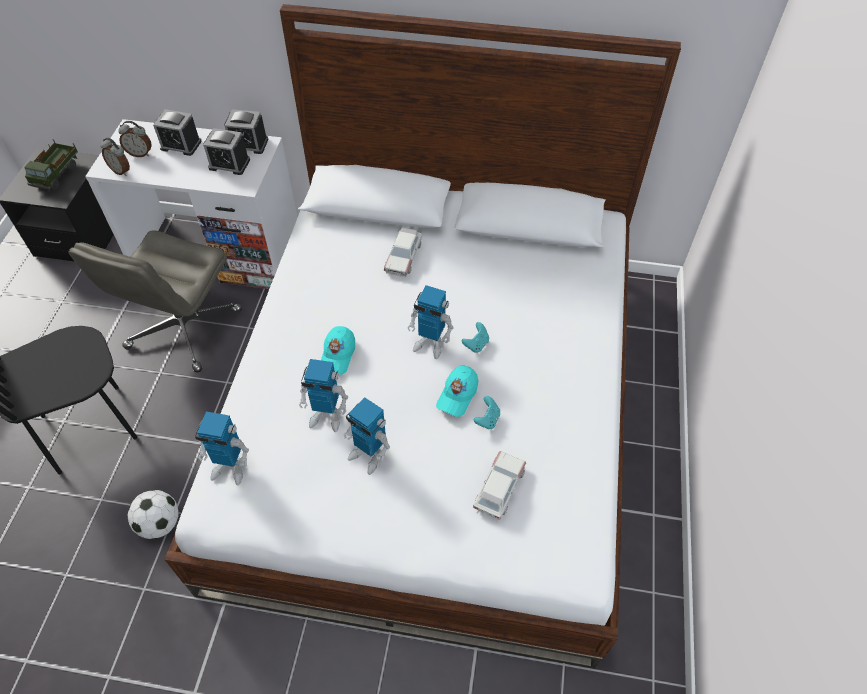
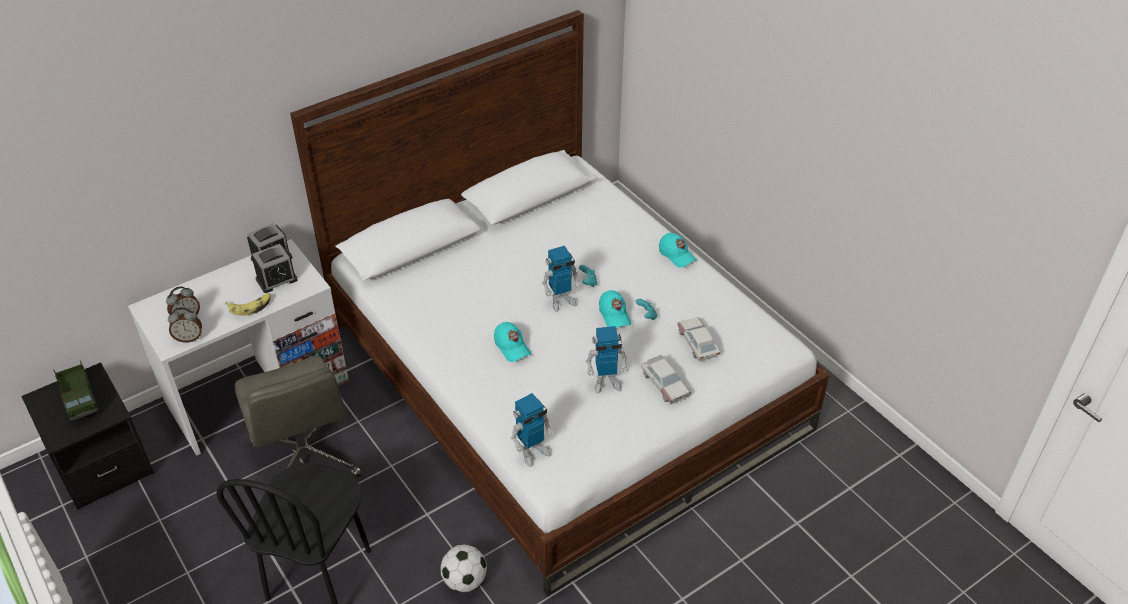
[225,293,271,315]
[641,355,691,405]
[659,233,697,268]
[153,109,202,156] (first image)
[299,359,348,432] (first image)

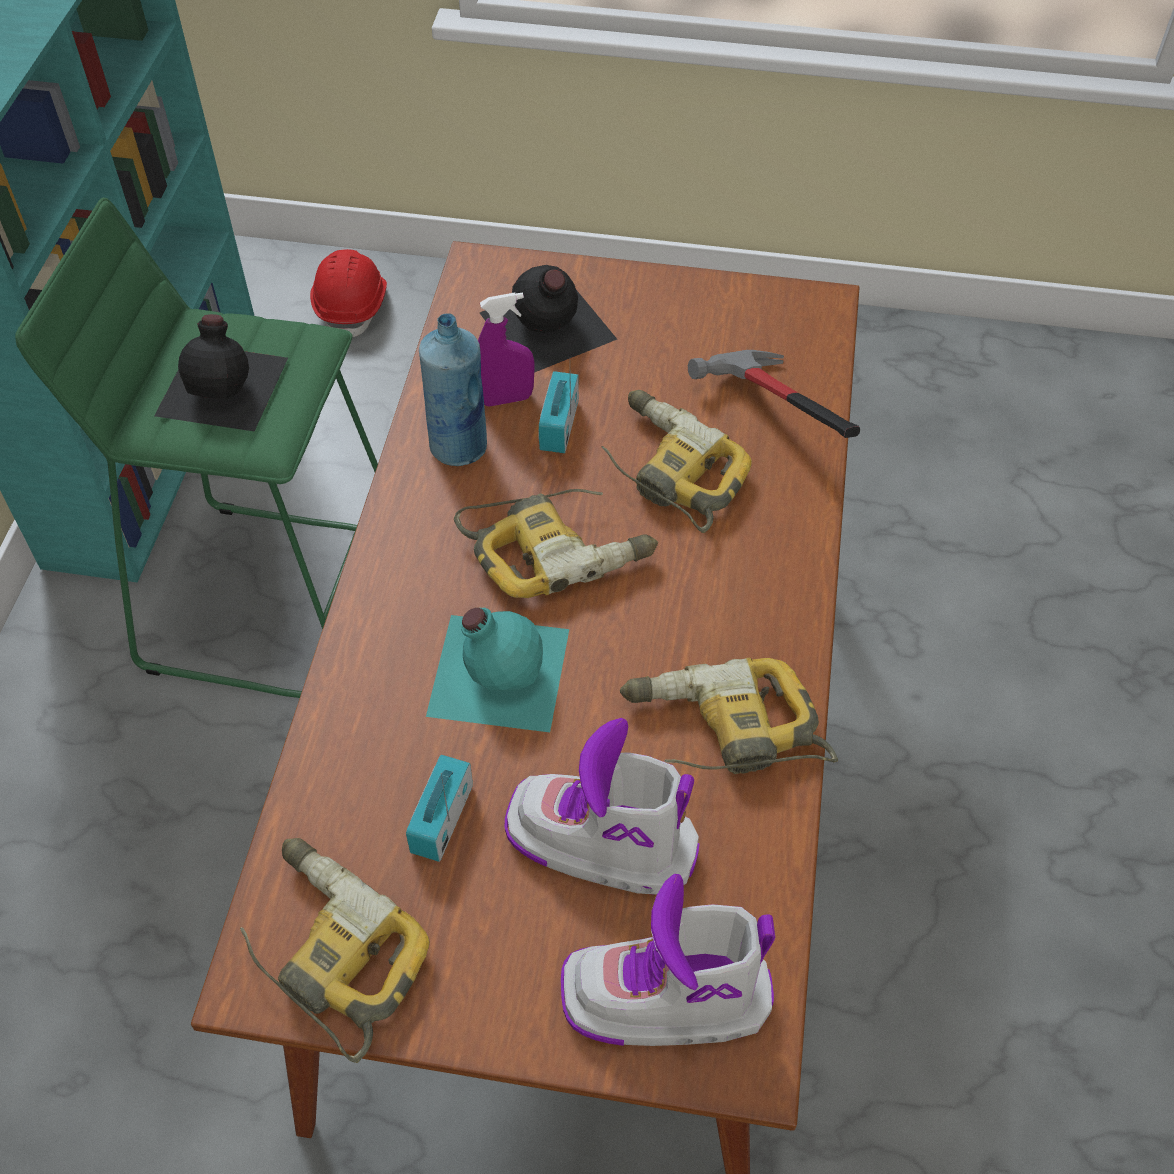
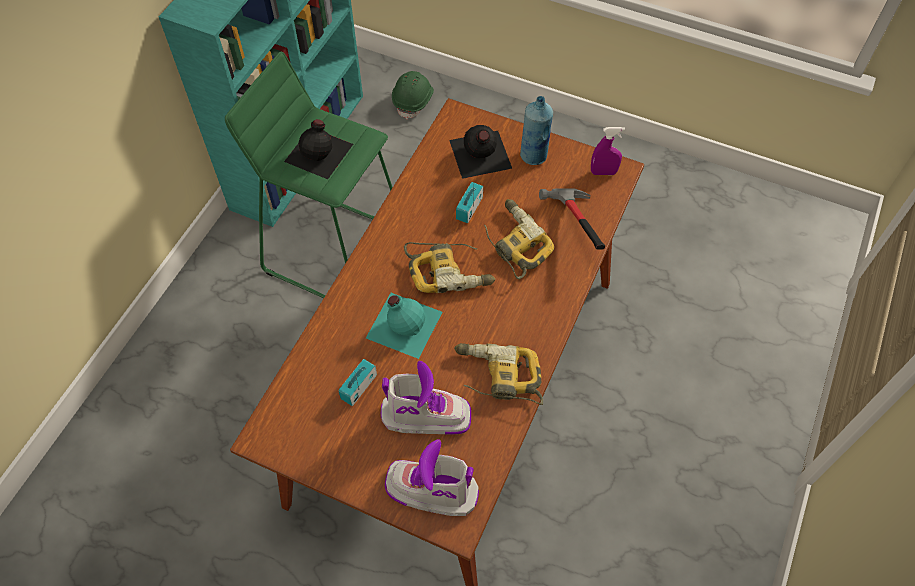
[381,361,471,434]
[392,71,434,120]
[520,96,553,165]
[591,127,625,175]
[240,838,430,1063] (first image)

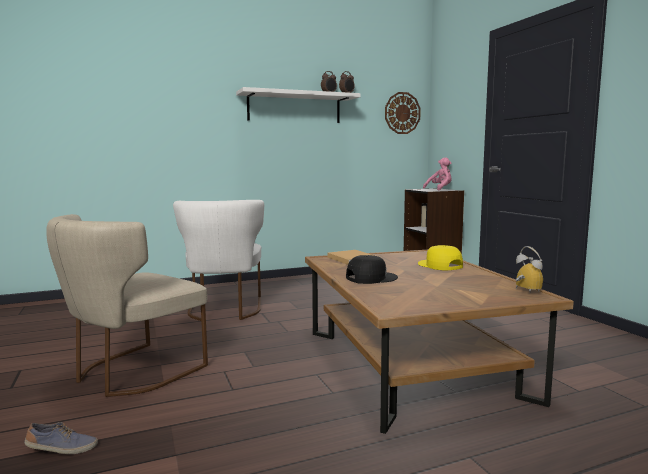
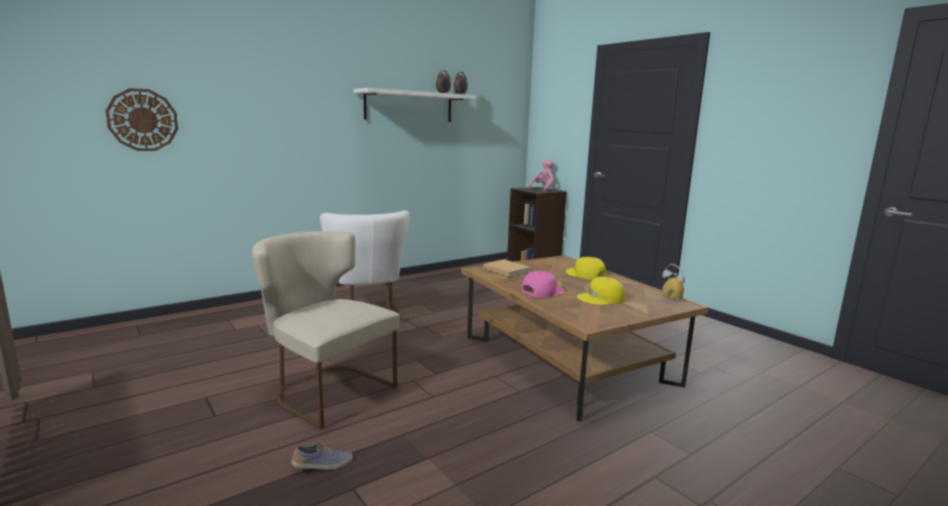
[106,88,178,151]
[252,231,400,429]
[521,271,564,298]
[577,277,625,305]

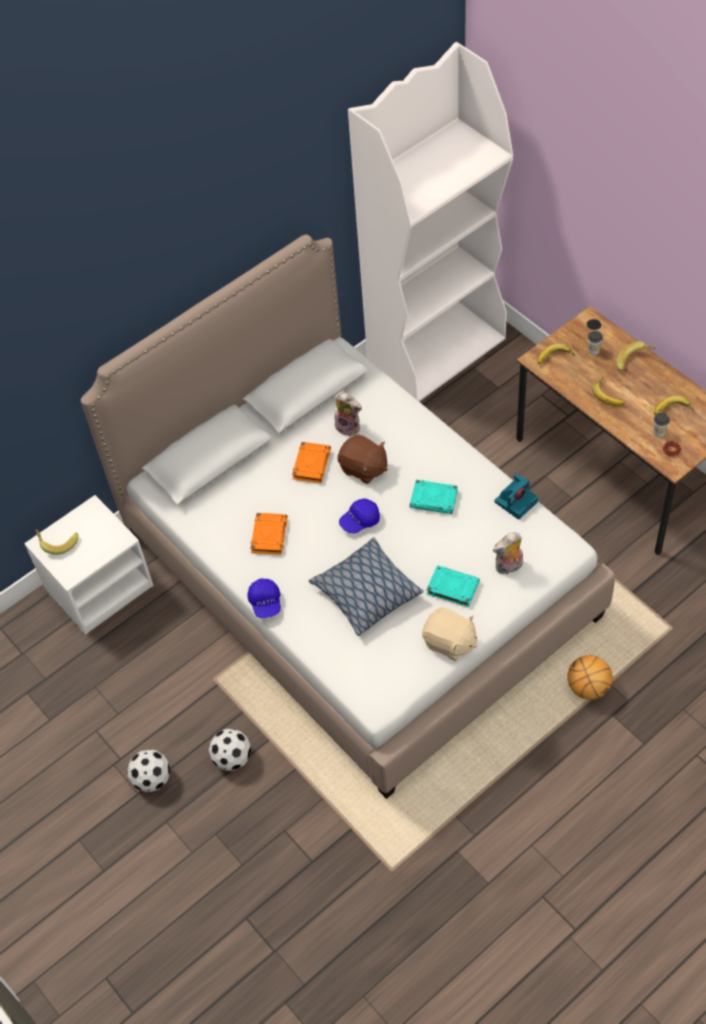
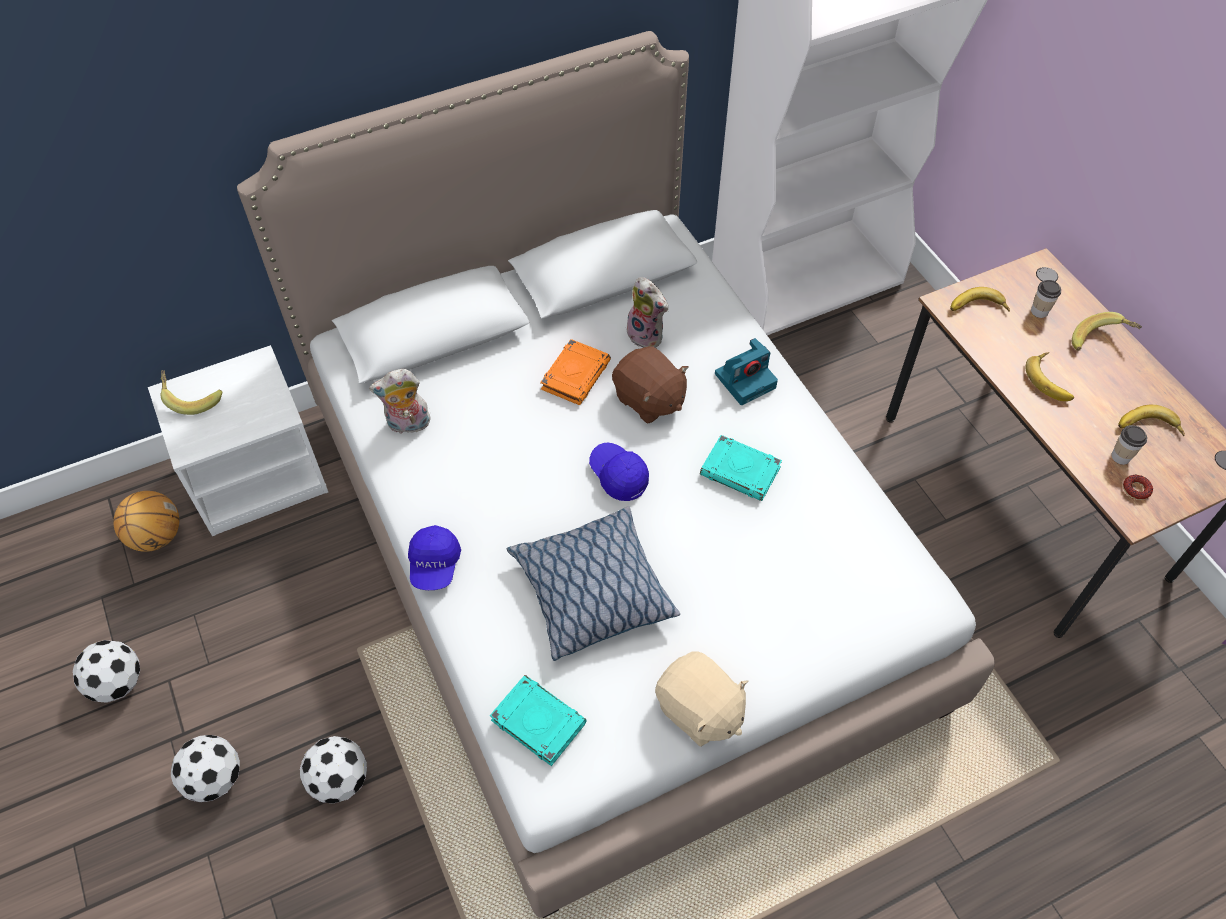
[73,640,140,703]
[113,491,180,552]
[369,369,431,434]
[490,675,587,766]
[589,442,649,501]
[715,338,778,405]
[250,513,288,555] (first image)

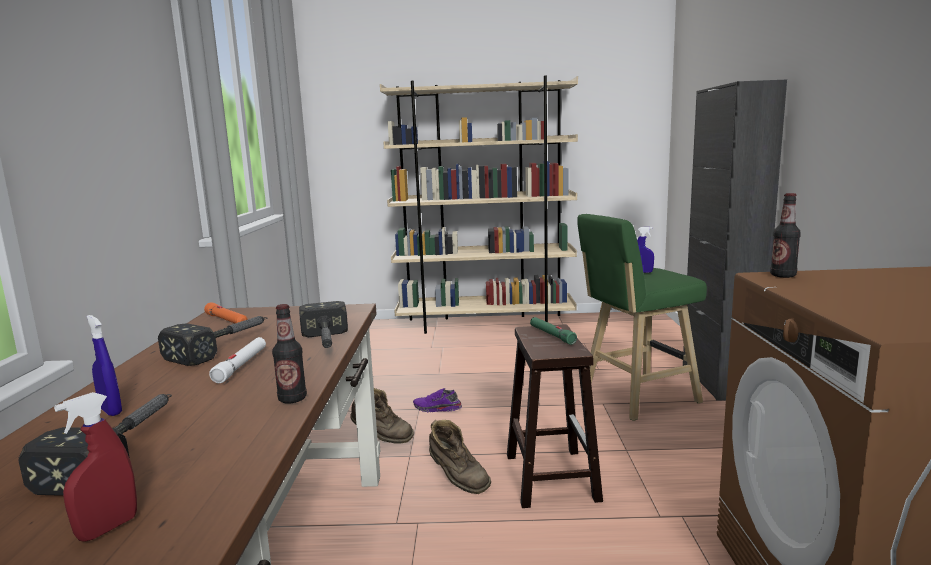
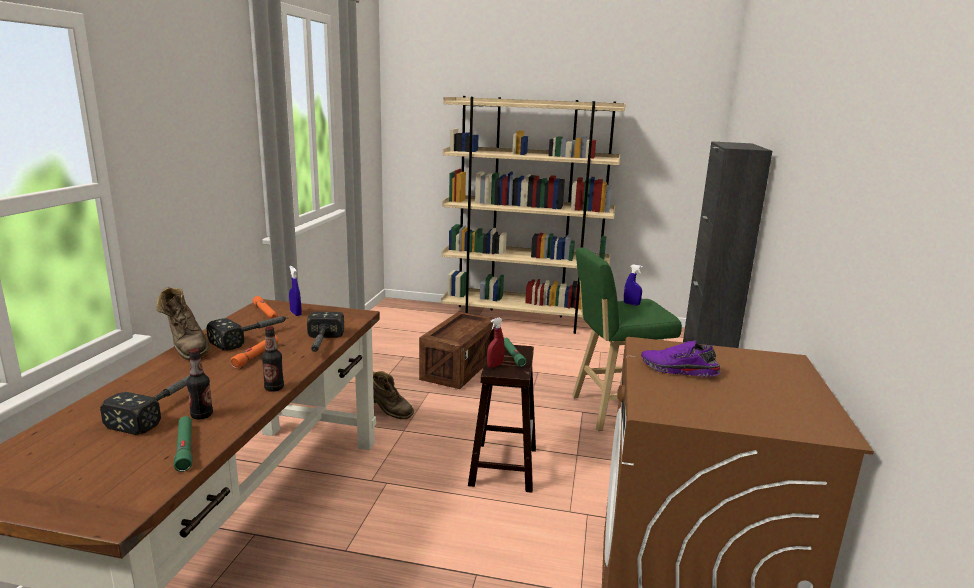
[156,287,210,361]
[174,416,192,472]
[186,348,213,420]
[230,336,278,368]
[289,266,302,316]
[419,311,496,389]
[487,317,505,368]
[641,340,721,377]

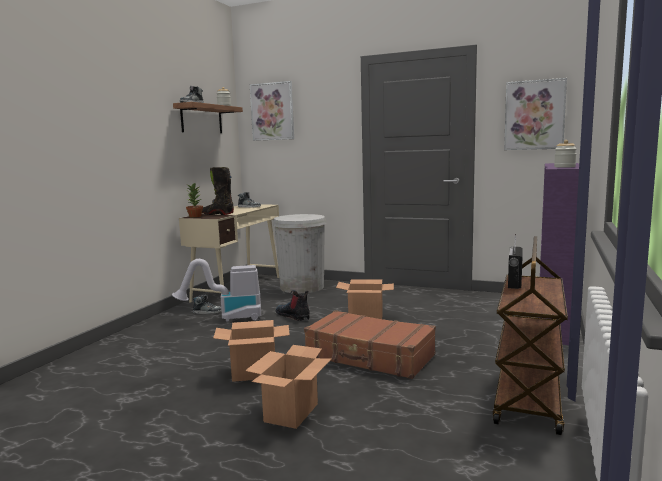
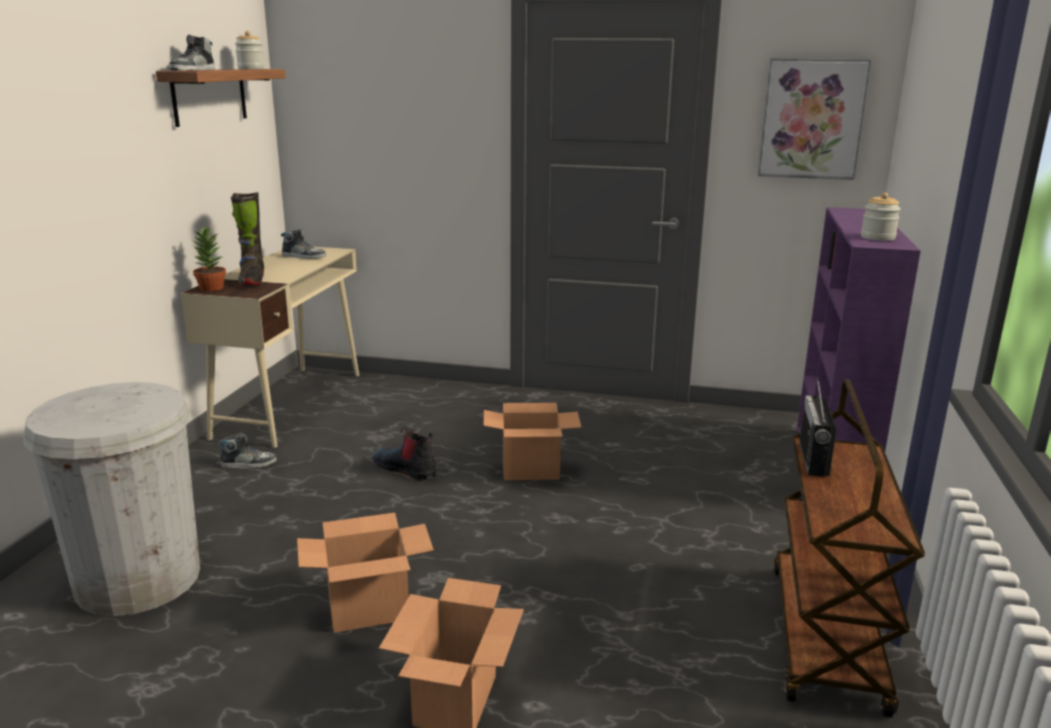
[24,382,200,616]
[231,192,264,285]
[172,259,261,322] (first image)
[250,81,294,141] (first image)
[304,310,436,379] (first image)

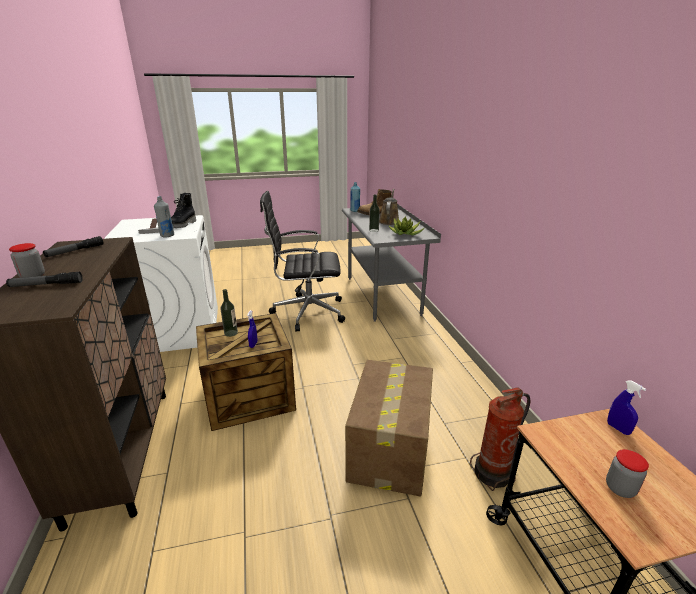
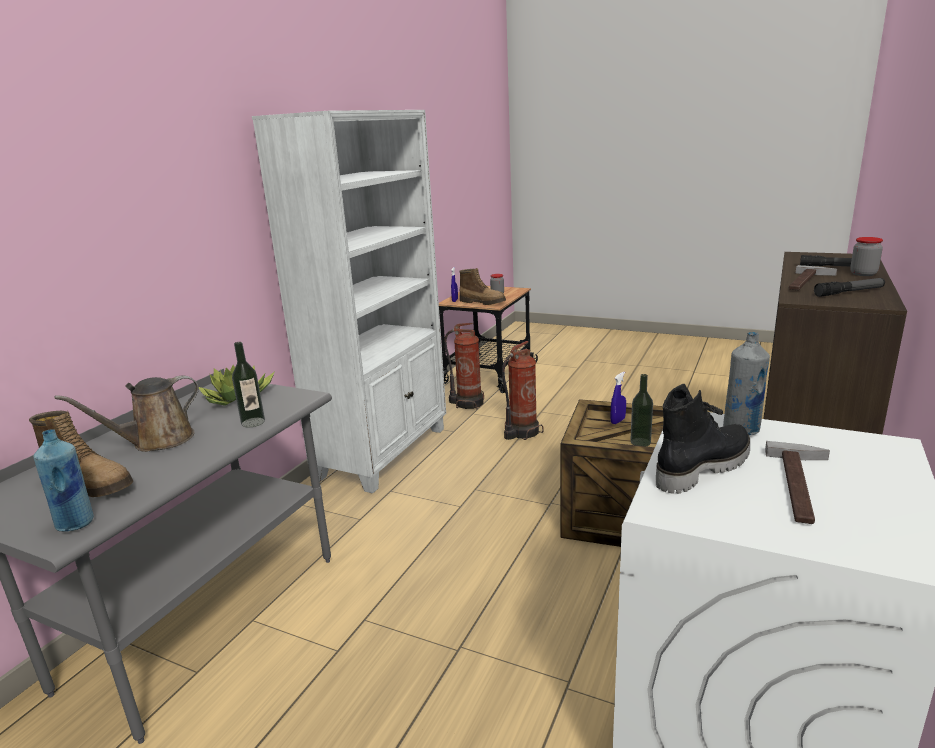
[252,110,446,493]
[459,268,506,305]
[502,341,544,440]
[789,265,837,290]
[260,191,345,331] (first image)

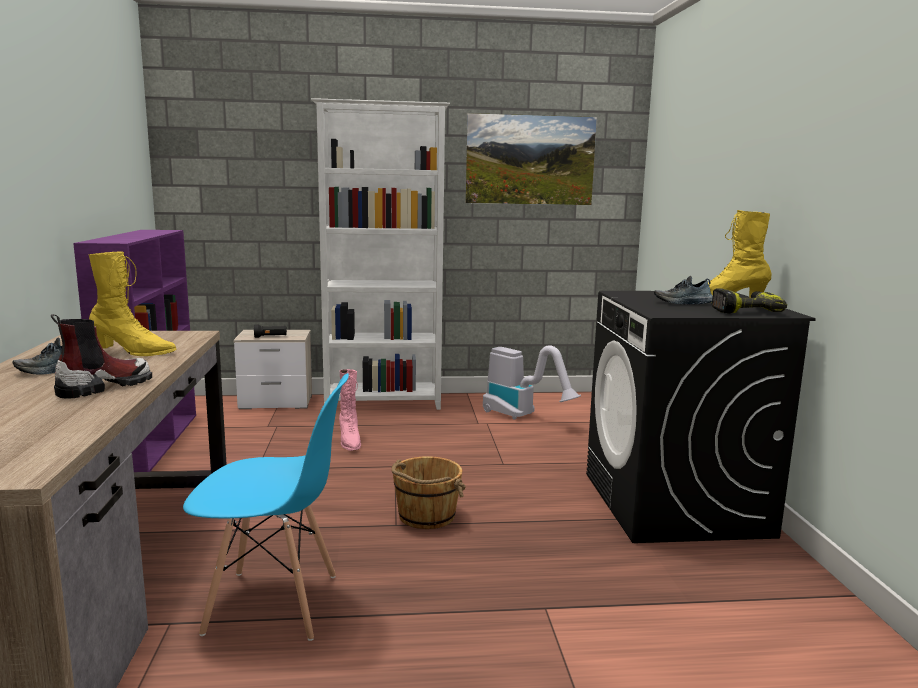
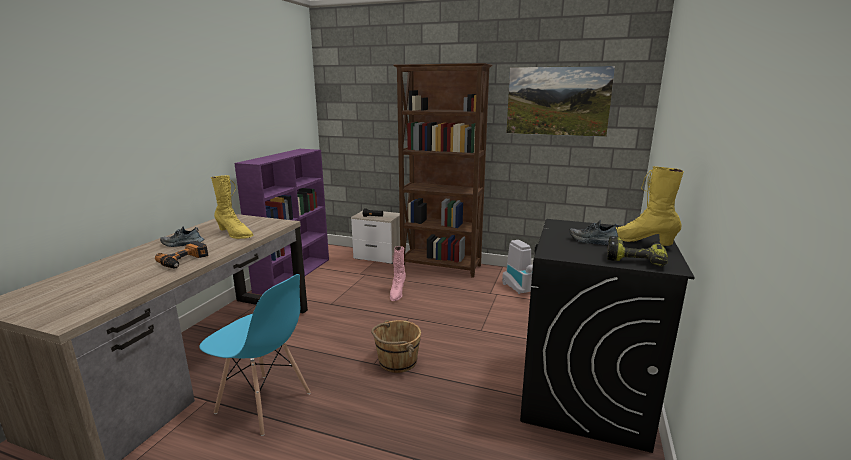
[155,241,208,269]
[393,63,493,278]

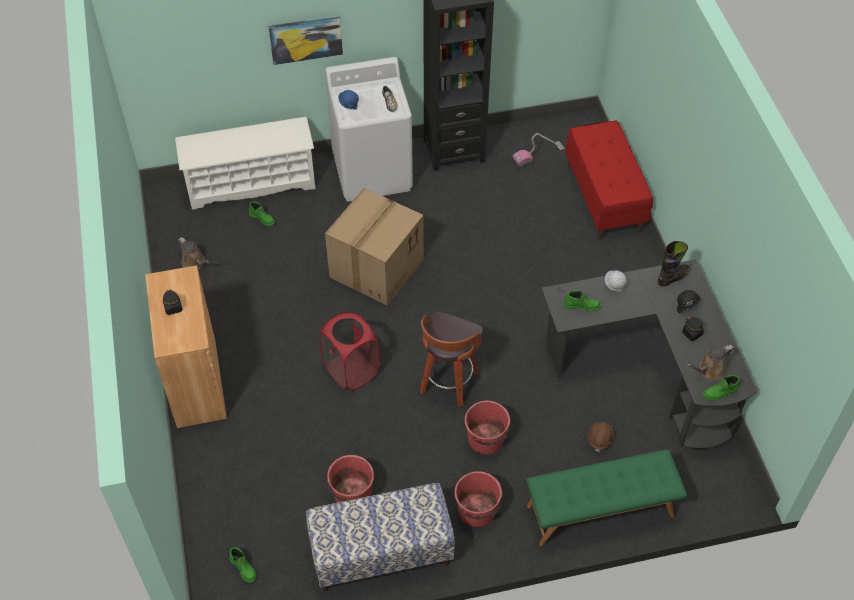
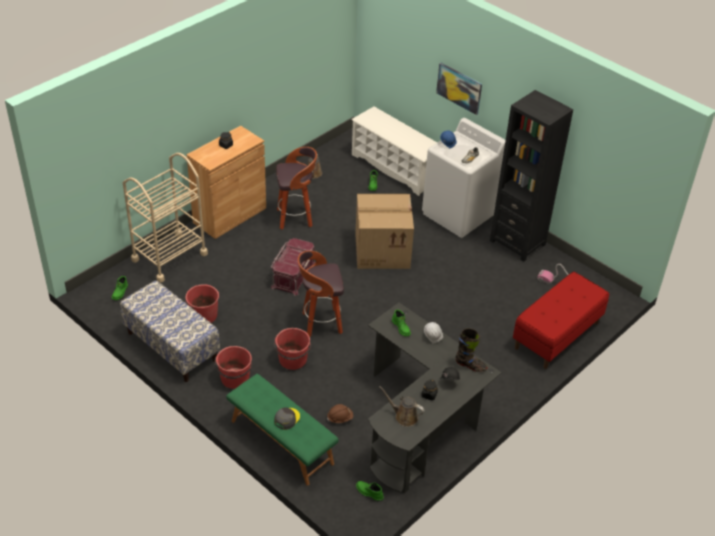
[123,153,208,283]
[271,238,316,296]
[274,407,300,430]
[276,147,317,229]
[356,481,383,502]

